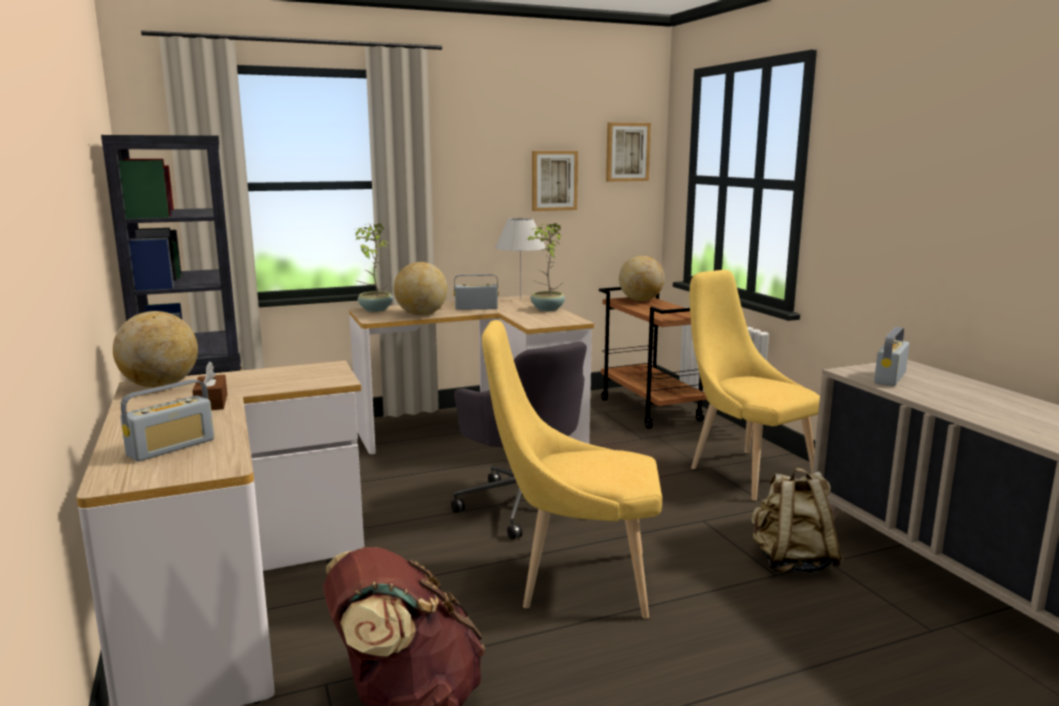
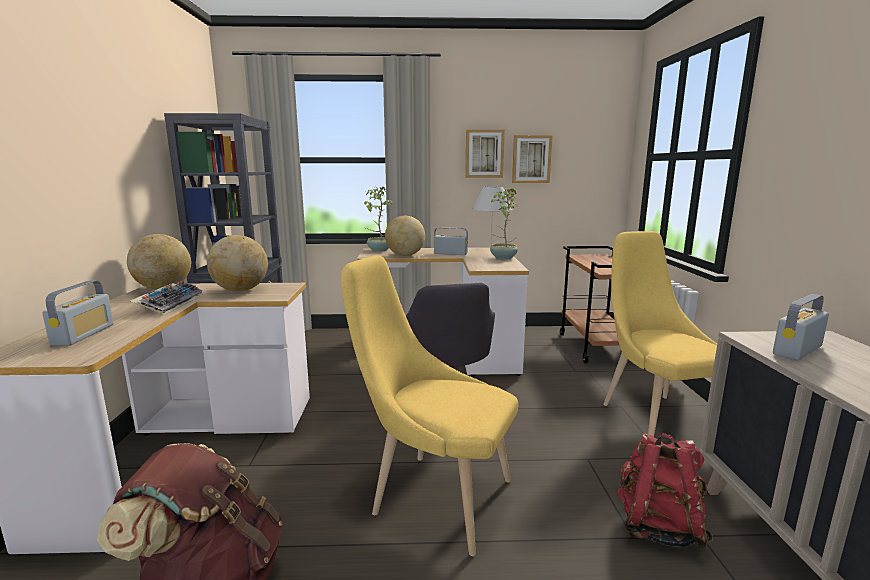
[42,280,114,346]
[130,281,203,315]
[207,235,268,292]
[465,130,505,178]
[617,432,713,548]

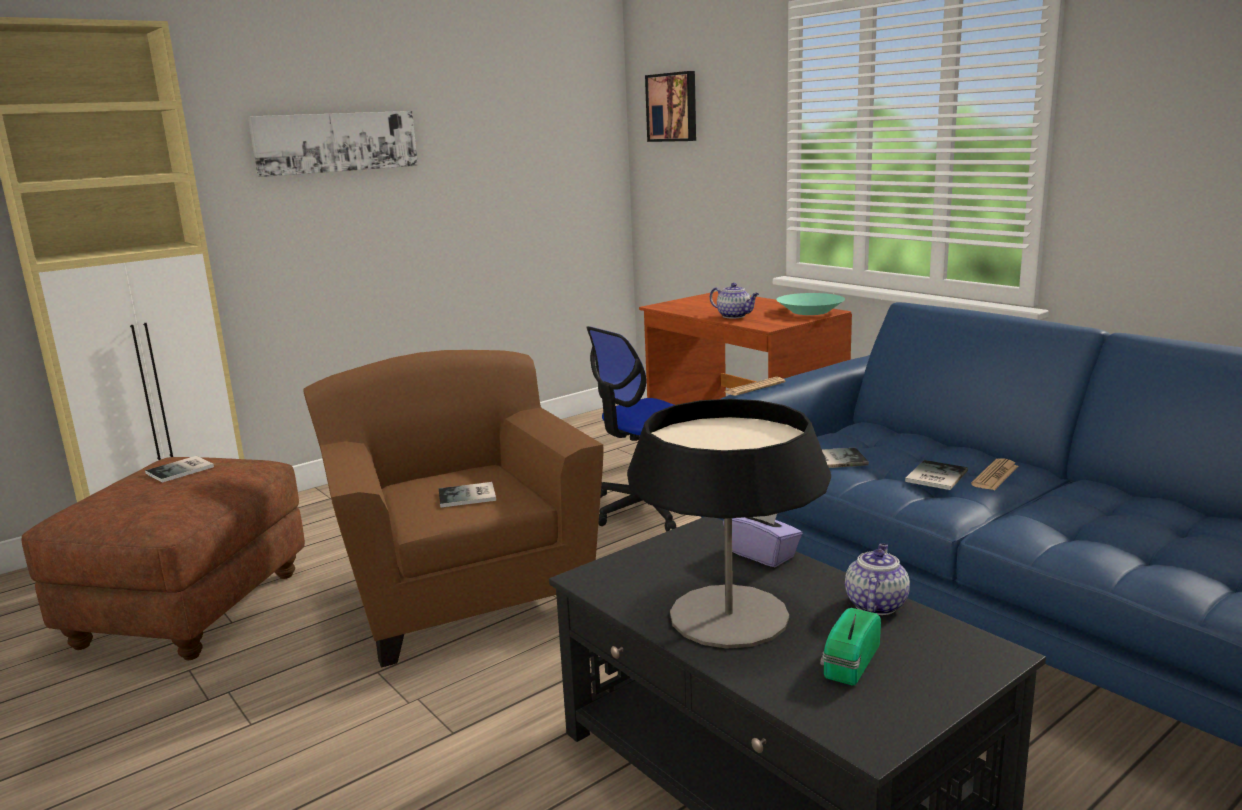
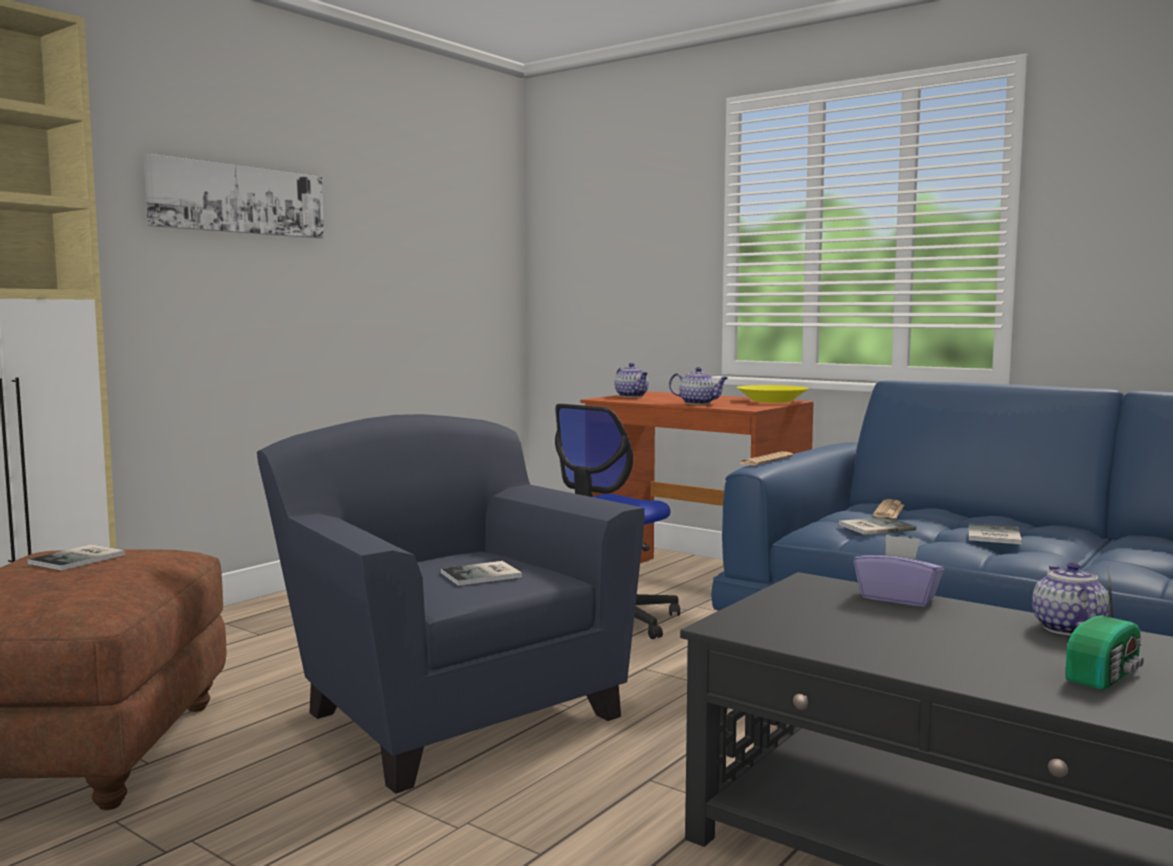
[257,414,645,794]
[614,363,649,397]
[737,385,809,403]
[873,499,904,518]
[1066,568,1144,690]
[627,399,831,649] (first image)
[645,71,696,142] (first image)

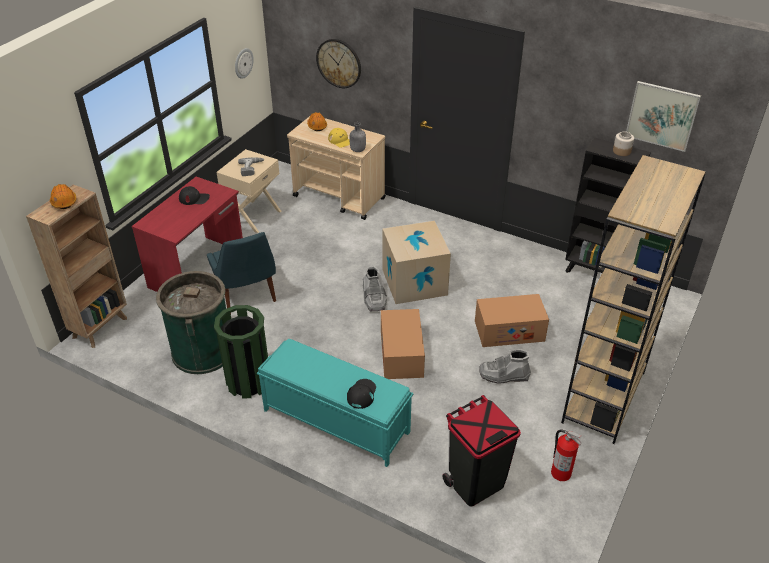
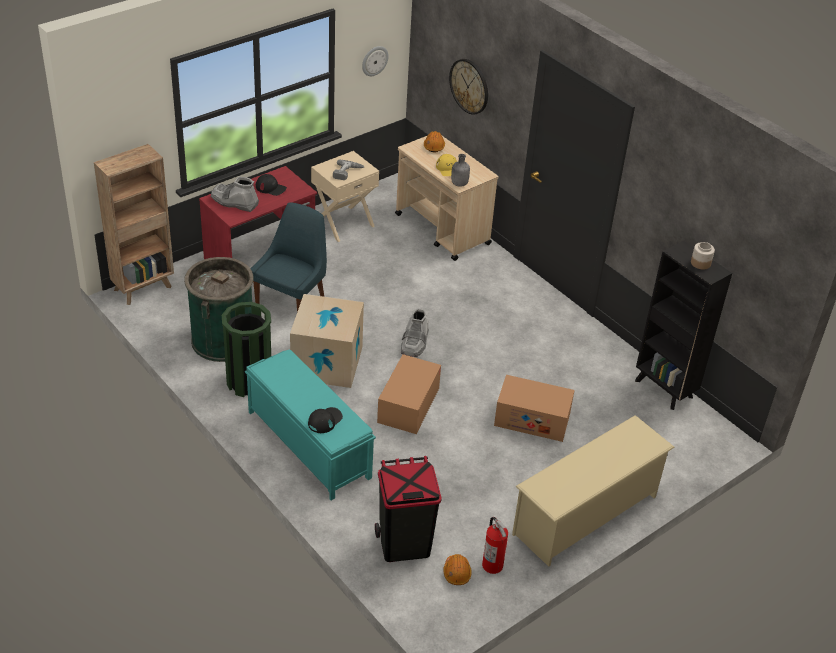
[210,177,259,212]
[250,202,327,312]
[290,294,364,388]
[443,554,471,585]
[512,415,675,567]
[626,81,701,152] (first image)

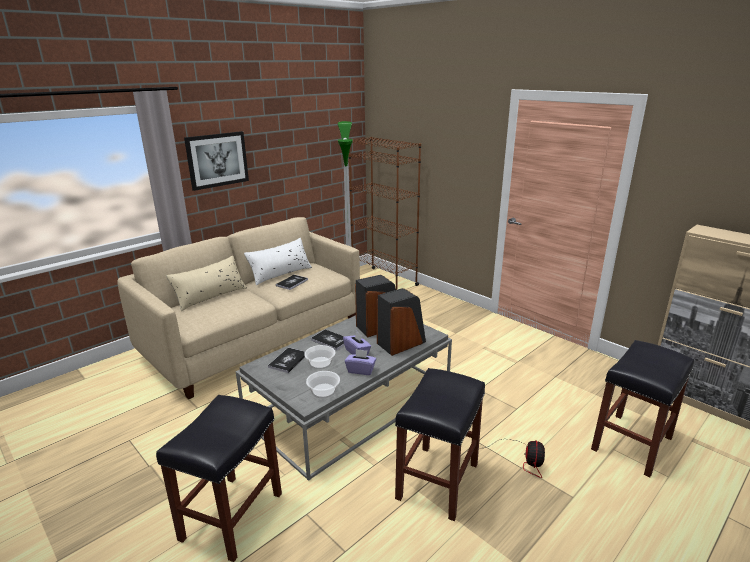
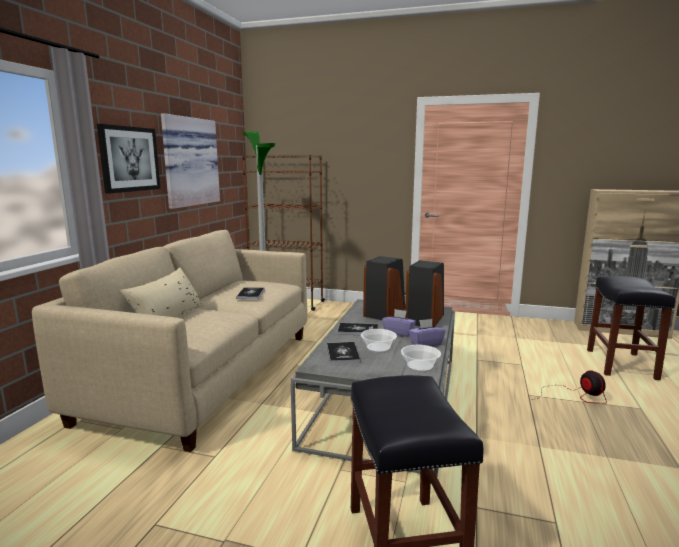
[161,113,220,209]
[244,238,312,285] (first image)
[395,368,485,521] (first image)

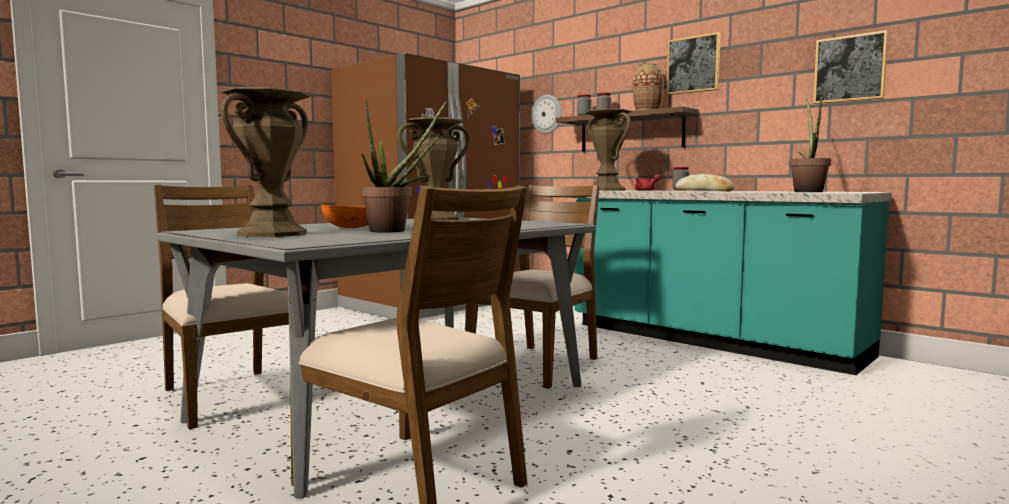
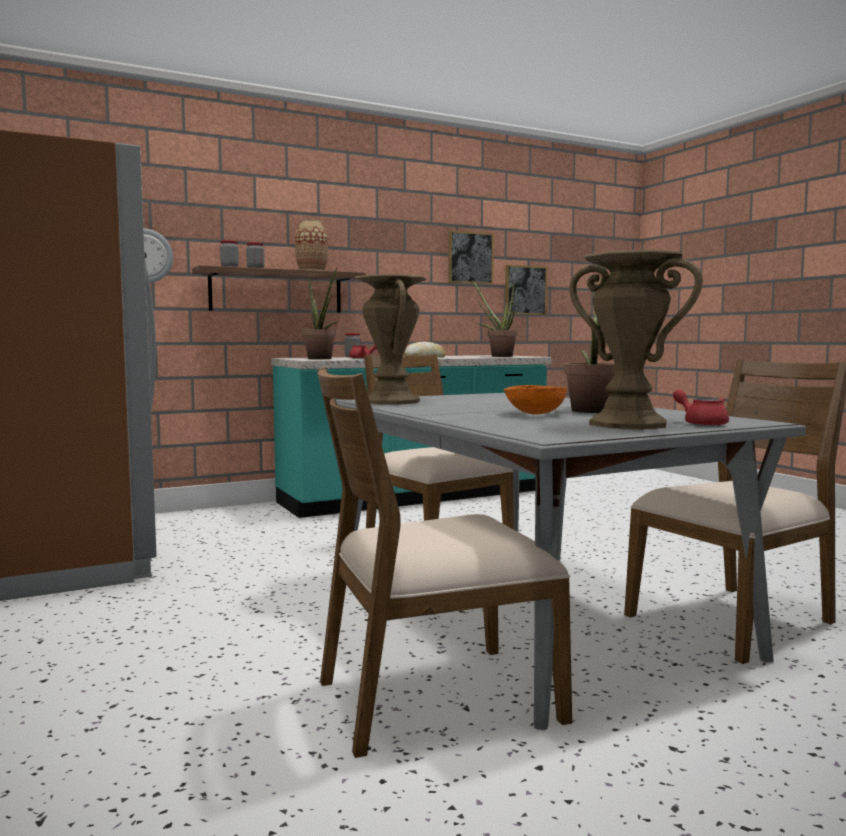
[302,267,338,359]
[505,265,547,315]
[673,389,729,426]

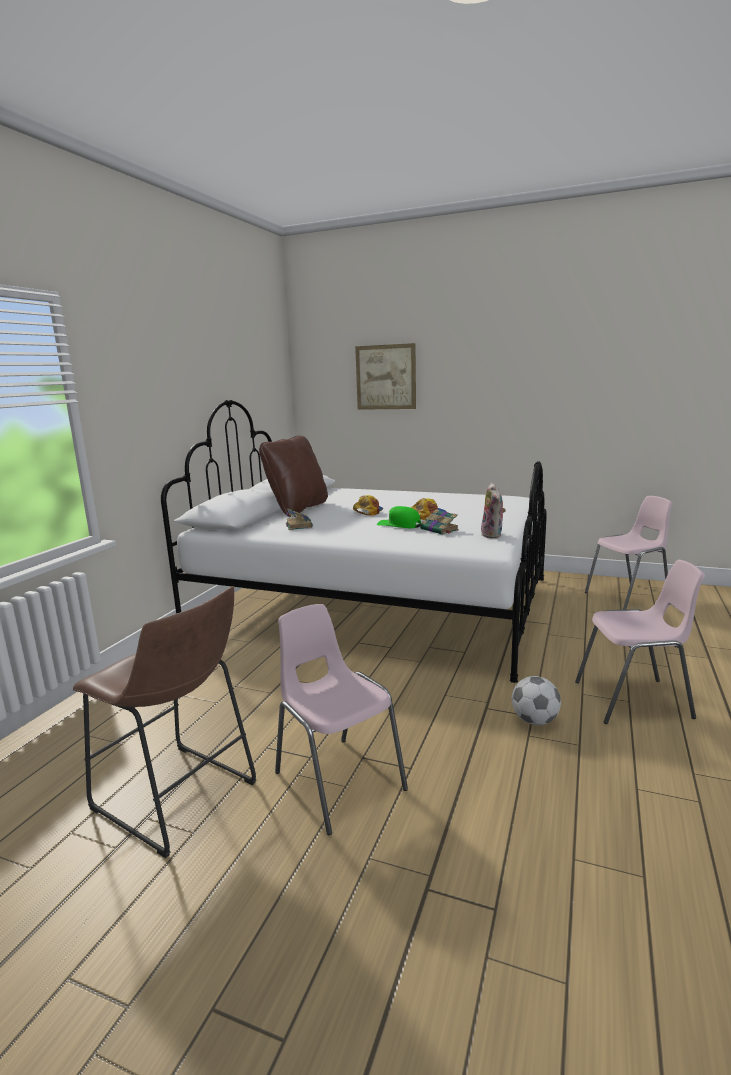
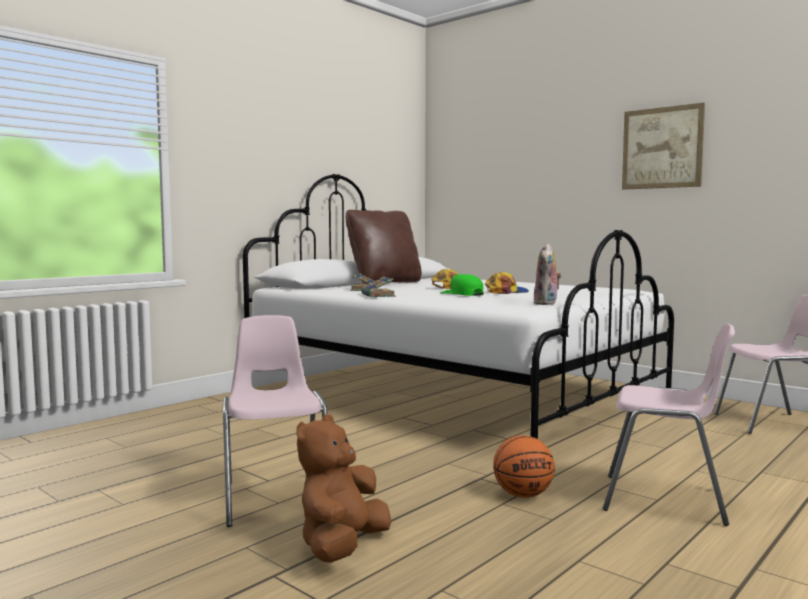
[296,415,391,563]
[361,276,396,297]
[493,435,555,498]
[622,103,705,190]
[73,586,256,858] (first image)

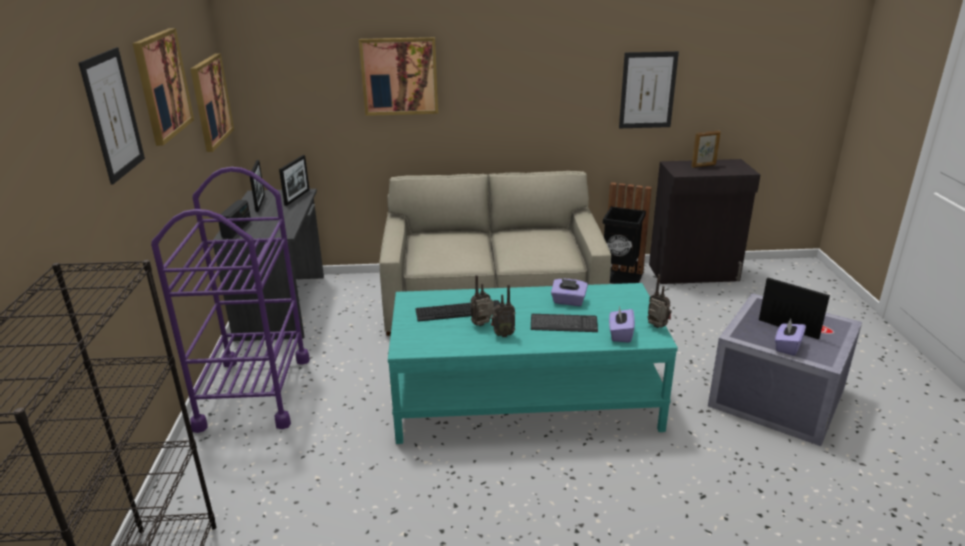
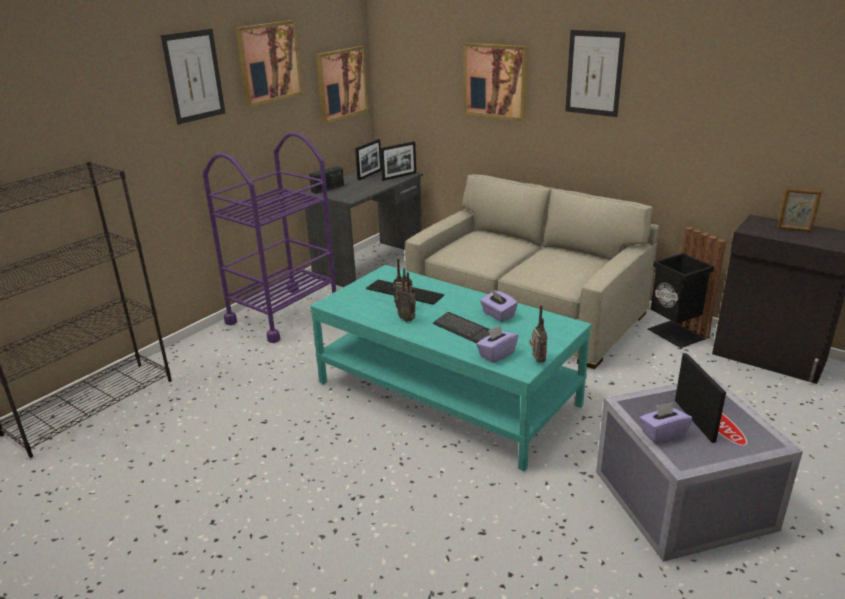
[565,30,626,117]

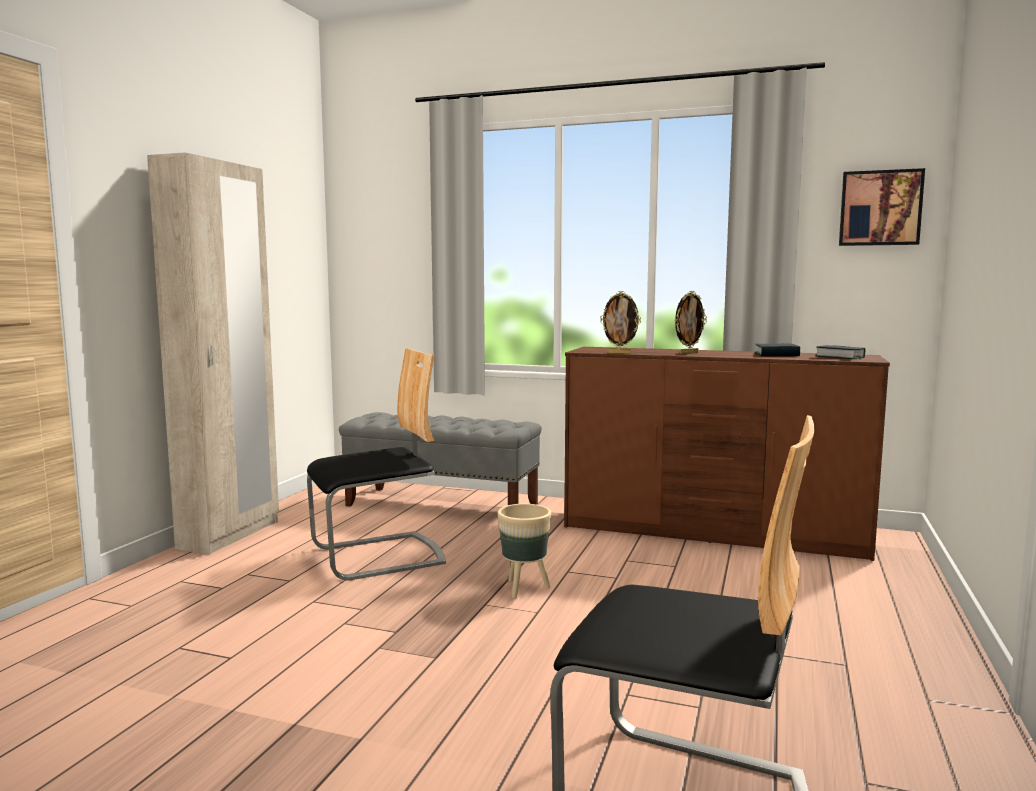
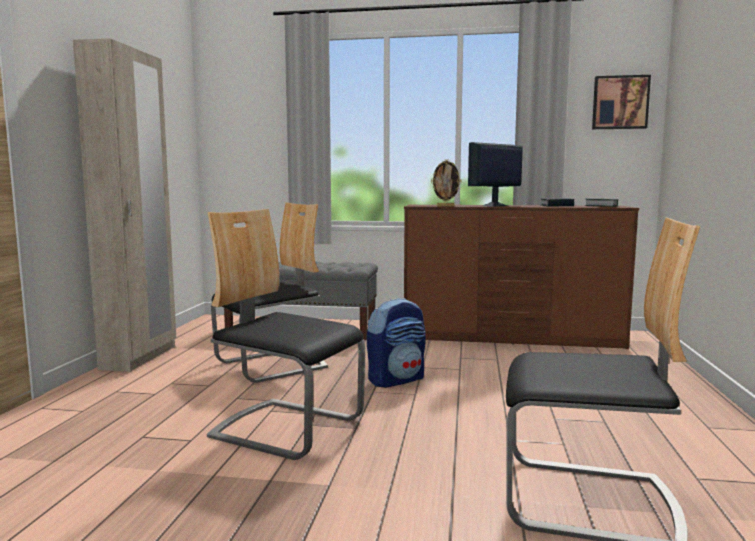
[207,208,365,460]
[367,298,426,388]
[468,142,523,206]

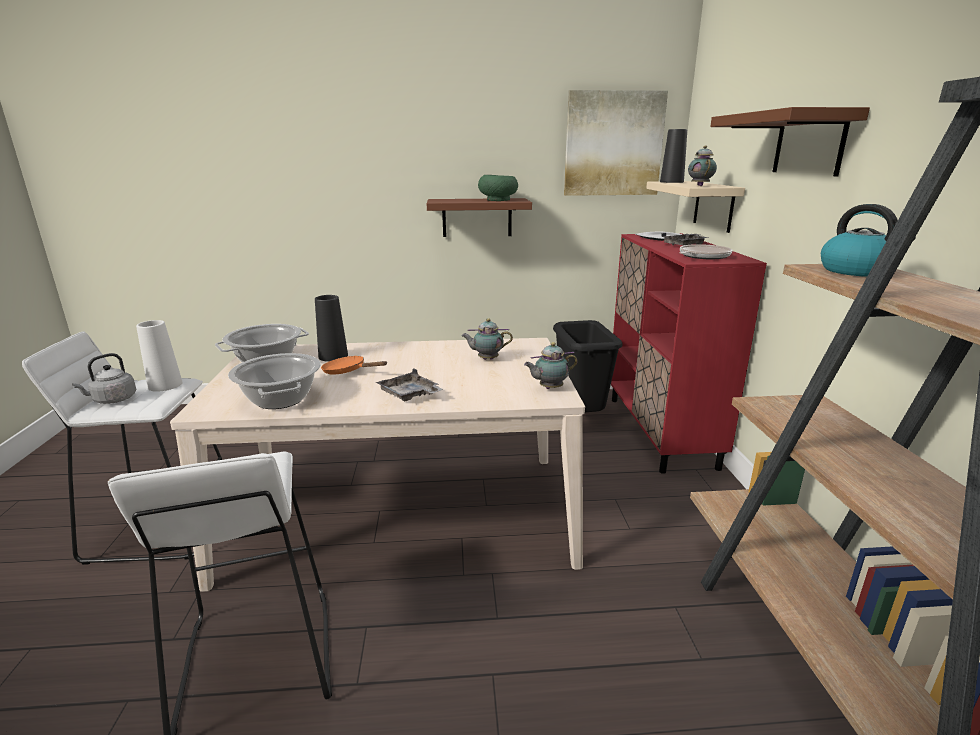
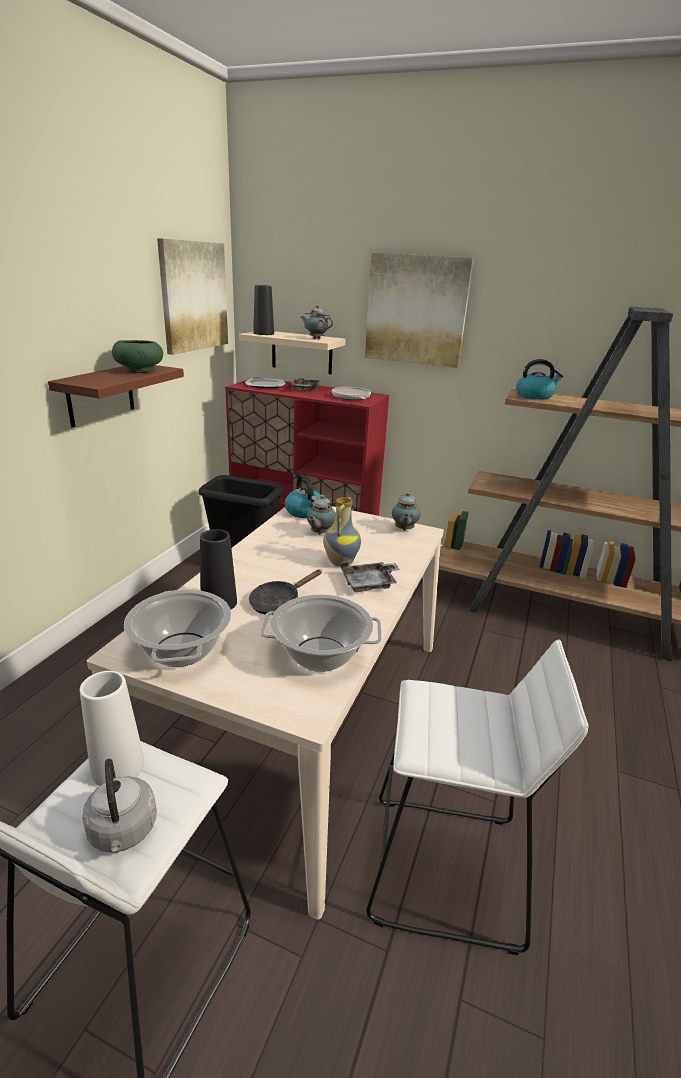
[249,569,322,615]
[285,475,321,518]
[323,497,361,567]
[365,253,474,368]

